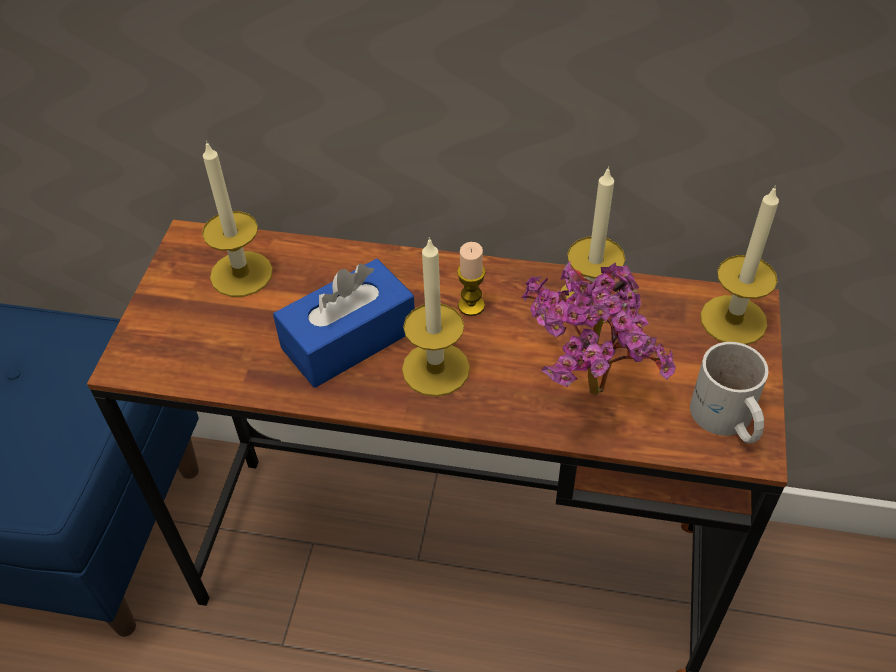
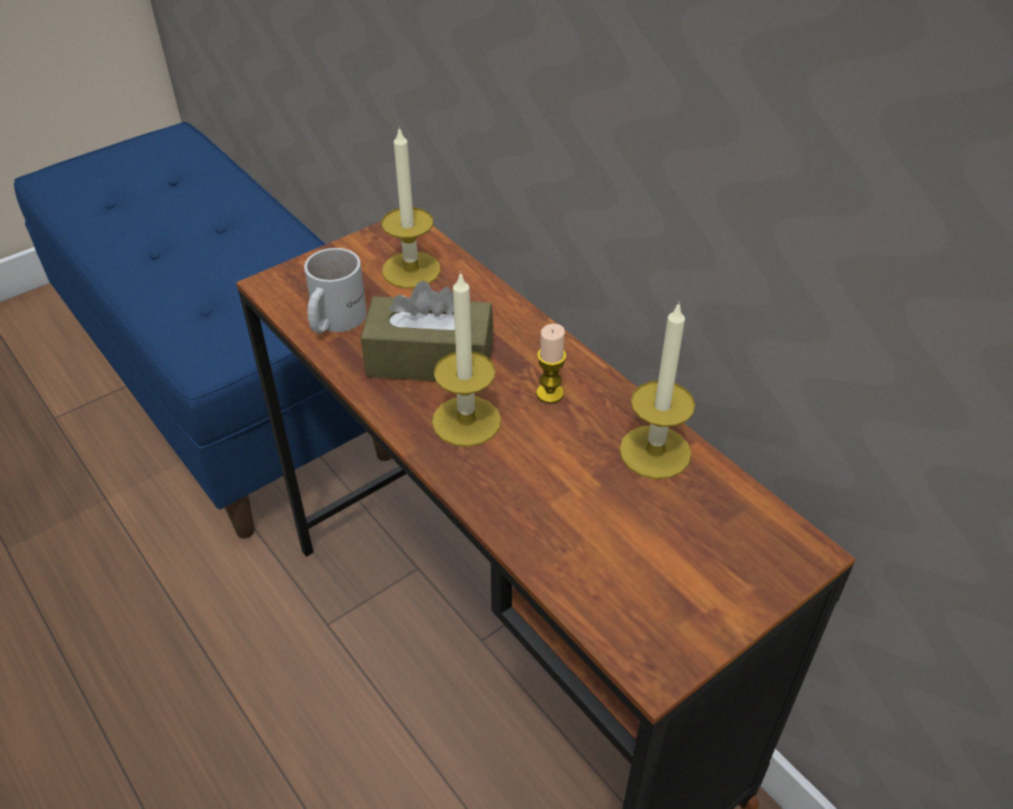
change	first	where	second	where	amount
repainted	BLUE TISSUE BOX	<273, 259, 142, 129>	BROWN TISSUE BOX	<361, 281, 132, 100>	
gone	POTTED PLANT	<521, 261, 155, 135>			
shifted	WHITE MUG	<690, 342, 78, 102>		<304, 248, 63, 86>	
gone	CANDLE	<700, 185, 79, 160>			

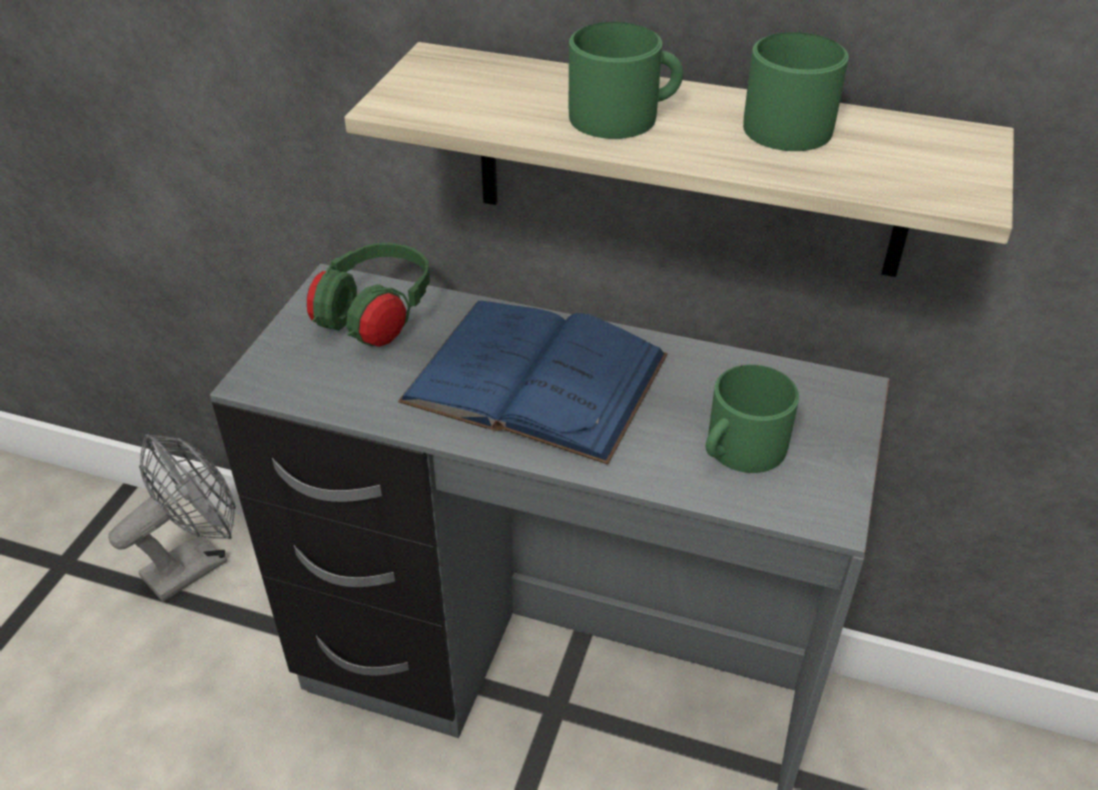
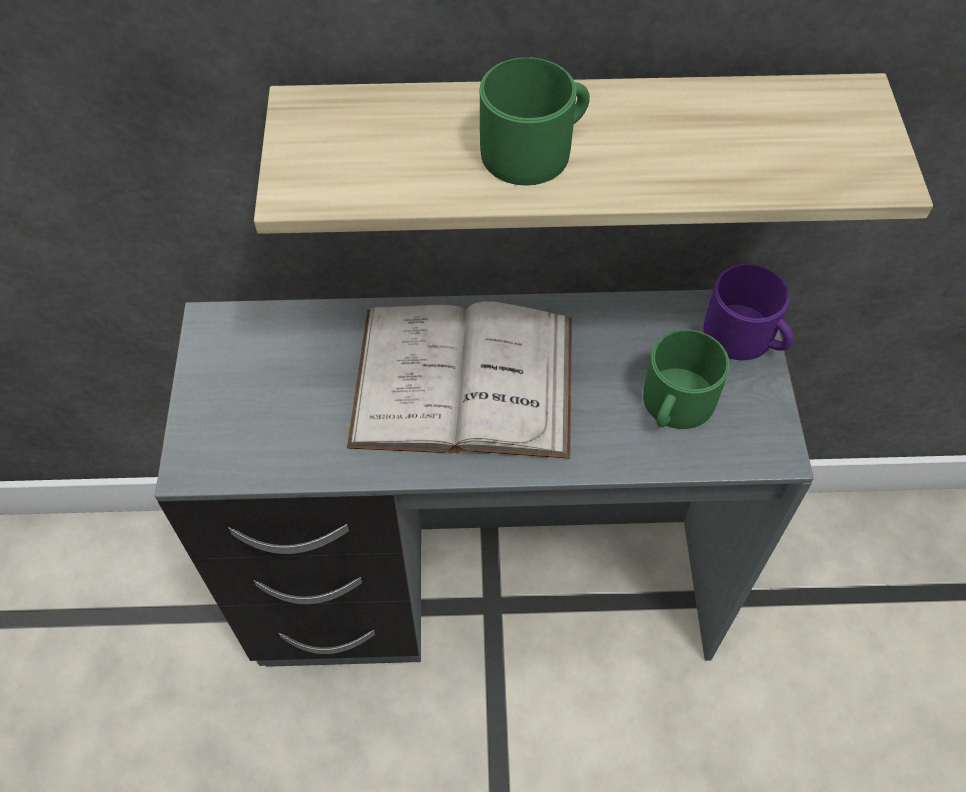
change	first	where	second	where	amount
gone	GREY FAN	<109, 434, 127, 168>			
gone	GREEN HEADPHONES	<307, 243, 123, 104>			
repainted	BLUE BOOK	<398, 300, 270, 165>	WHITE BOOK	<347, 301, 225, 158>	
gone	GREEN MUG	<743, 32, 106, 119>			
new			PURPLE MUG	<703, 264, 91, 96>	

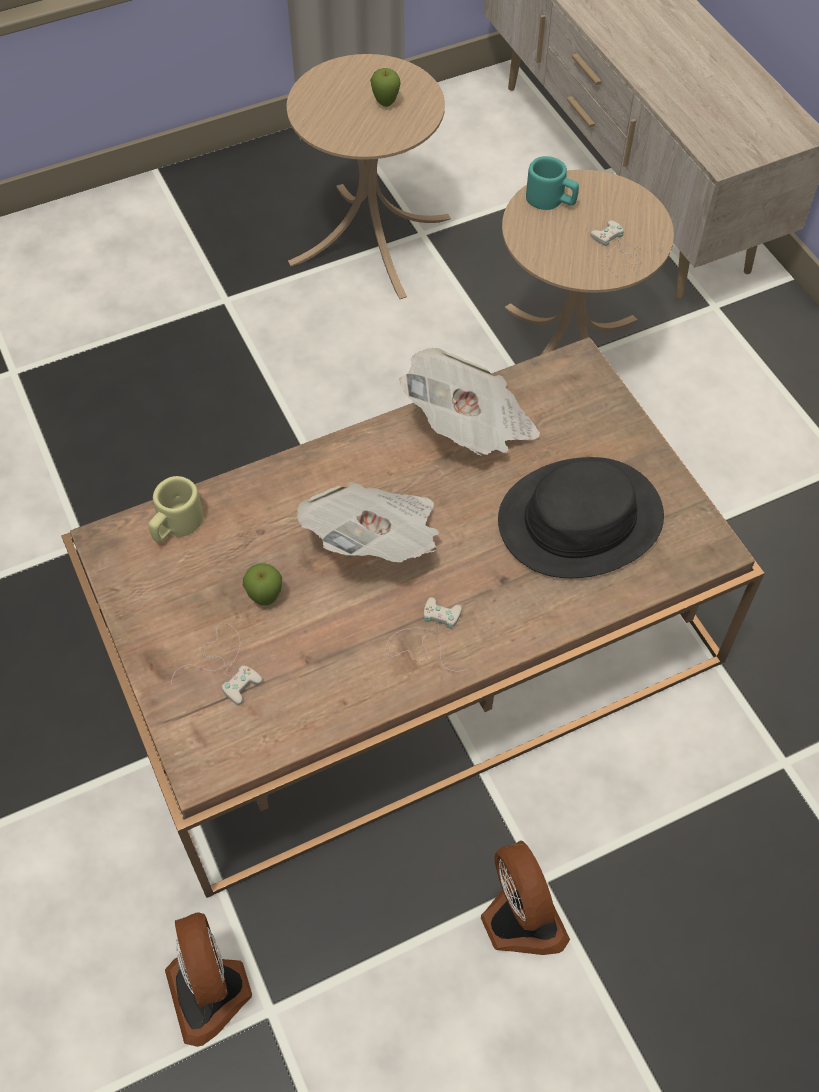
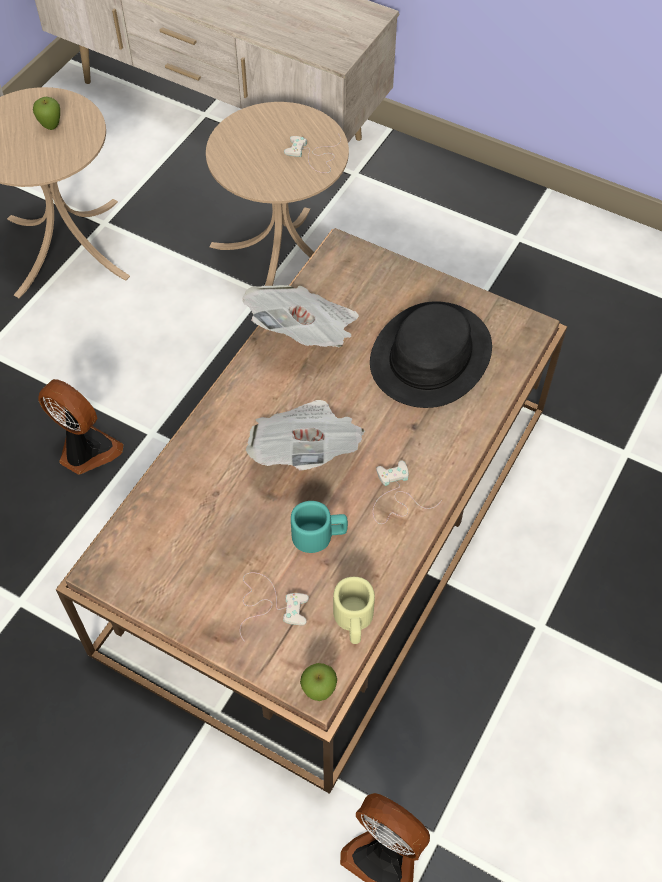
change	first	where	second	where	amount
shifted	BEIGE MUG	<148, 476, 56, 67>		<333, 577, 42, 67>	
shifted	APPLE	<243, 563, 39, 43>		<300, 663, 37, 38>	
shifted	FAN	<481, 840, 89, 115>		<38, 379, 86, 96>	
shifted	TURQUOISE MUG	<526, 156, 53, 54>		<291, 501, 57, 52>	

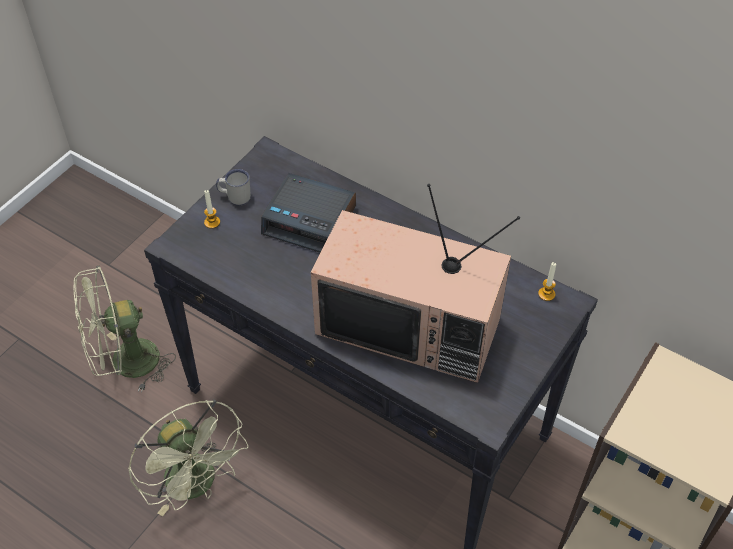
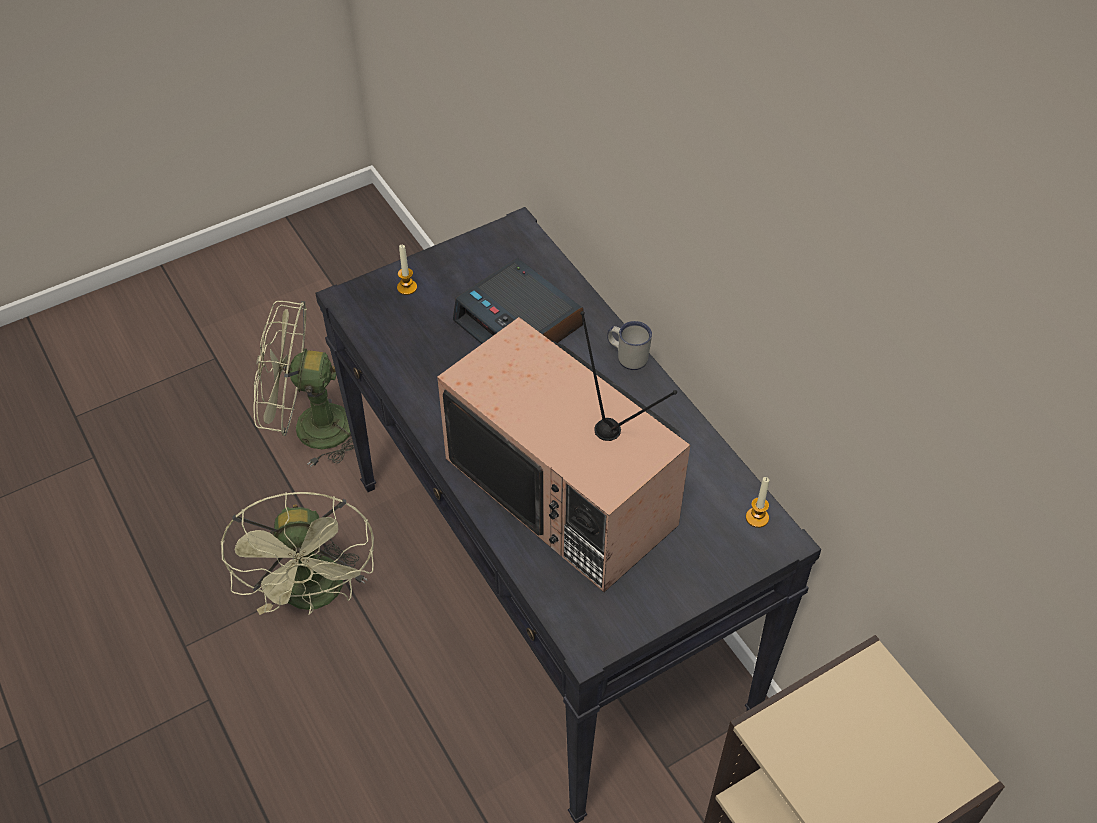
change	first	where	second	where	amount
shifted	WHITE MUG	<216, 169, 35, 37>		<607, 321, 45, 49>	

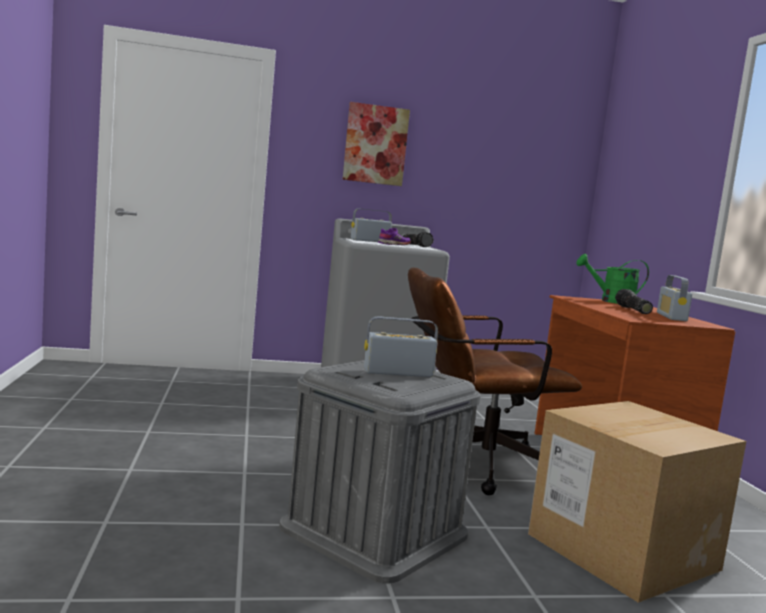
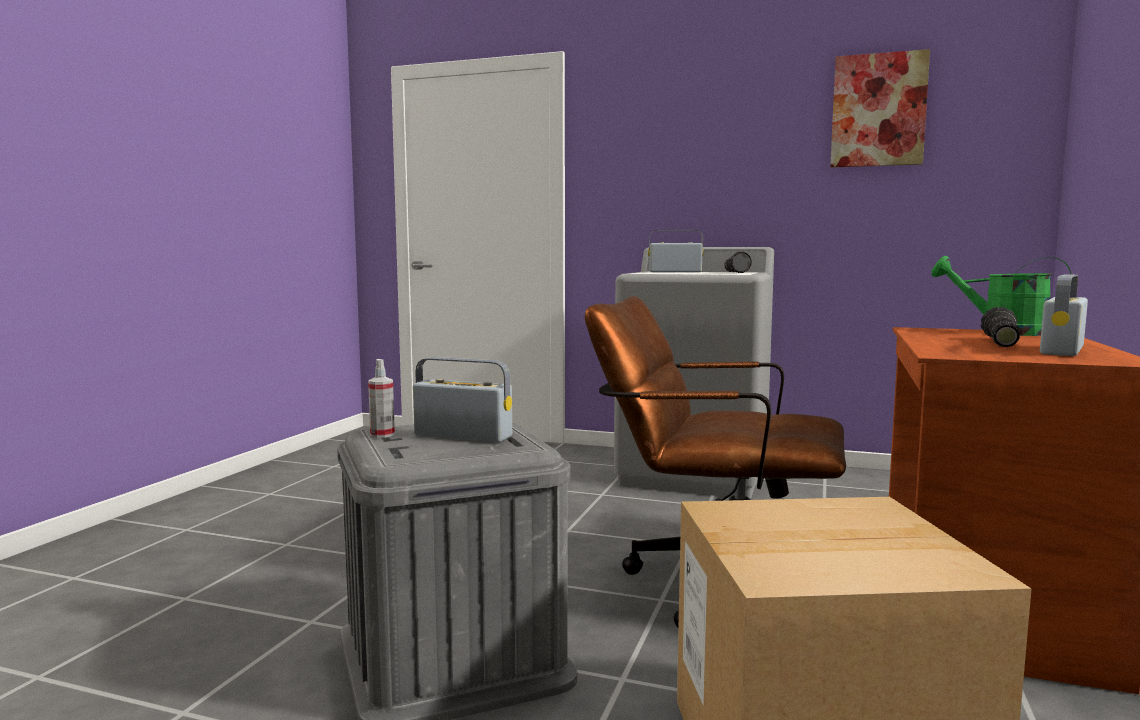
change	first	where	second	where	amount
shifted	PICTURE	<343, 102, 67, 84>		<830, 49, 100, 119>	
gone	PURPLE SHOE	<378, 228, 33, 17>			
new			SPRAY BOTTLE	<368, 359, 27, 79>	

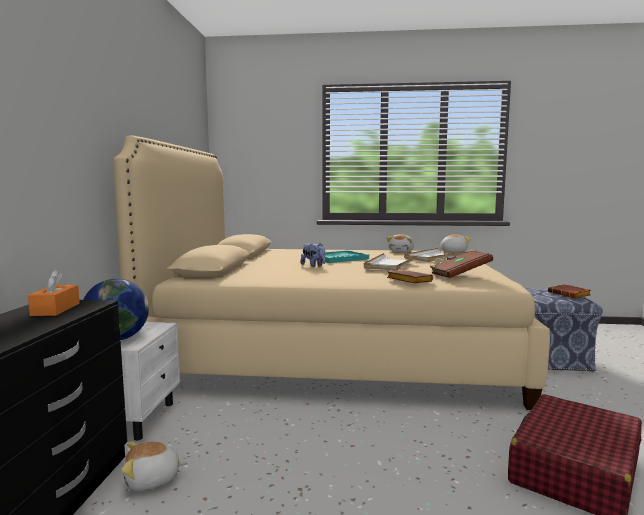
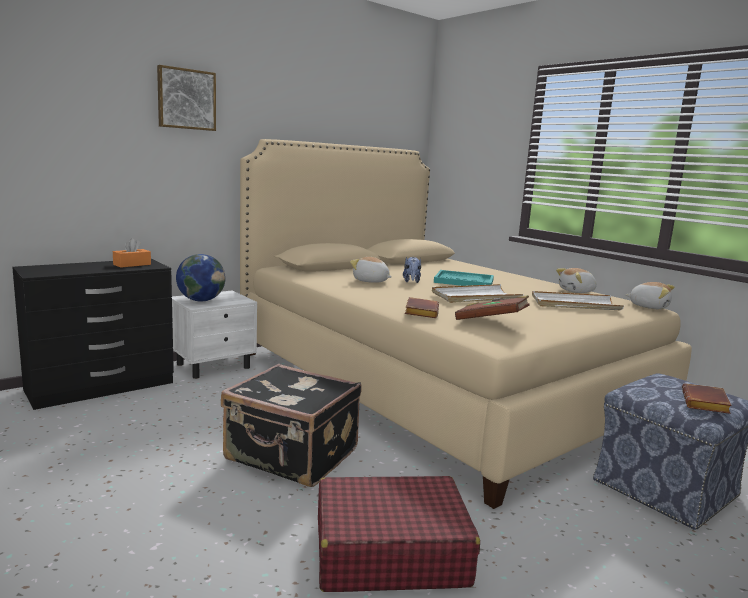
change	first	where	second	where	amount
shifted	PLUSH TOY	<121, 441, 66, 49>		<350, 257, 42, 26>	
new			PICTURE	<157, 65, 59, 66>	
new			BLACK SUITCASE	<221, 364, 141, 123>	

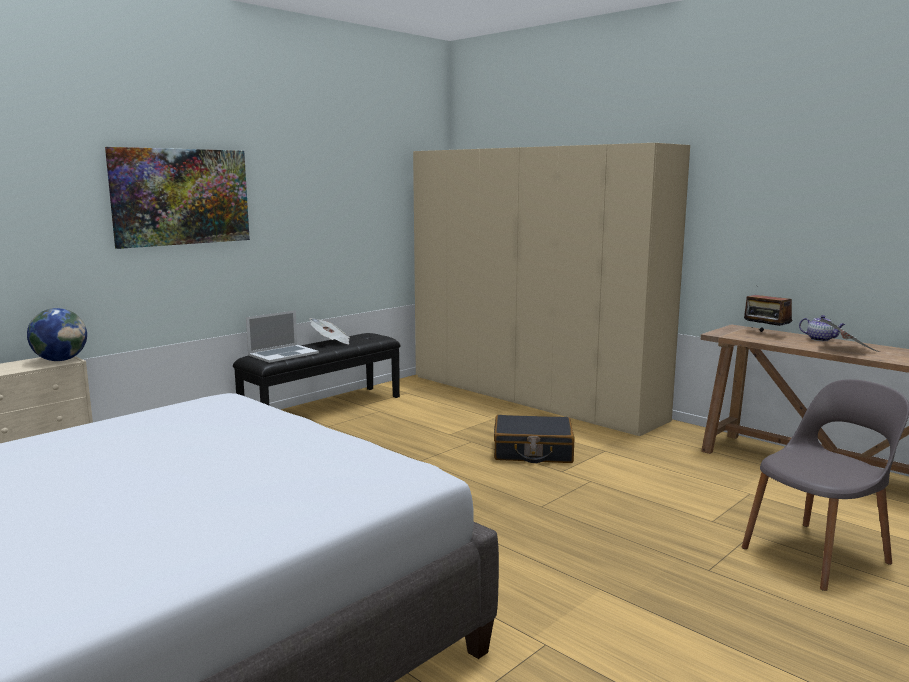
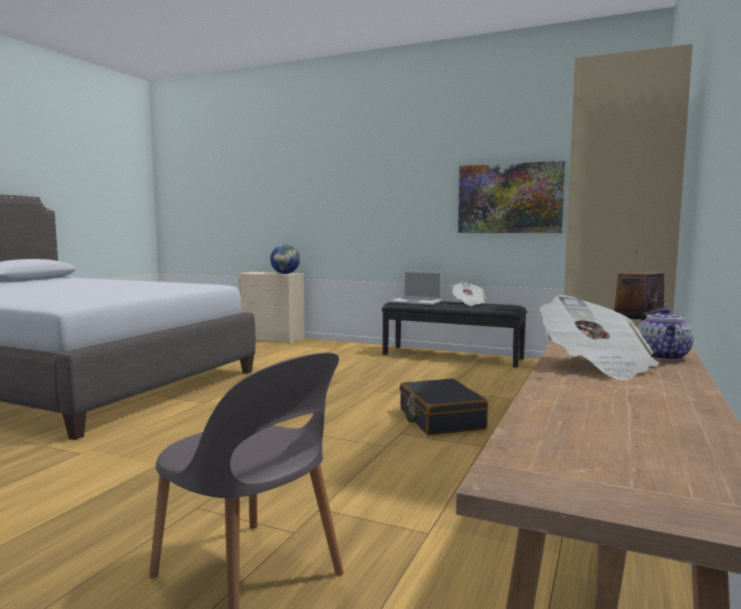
change	first	where	second	where	amount
shifted	PICTURE	<105, 147, 145, 102>		<458, 161, 107, 72>	

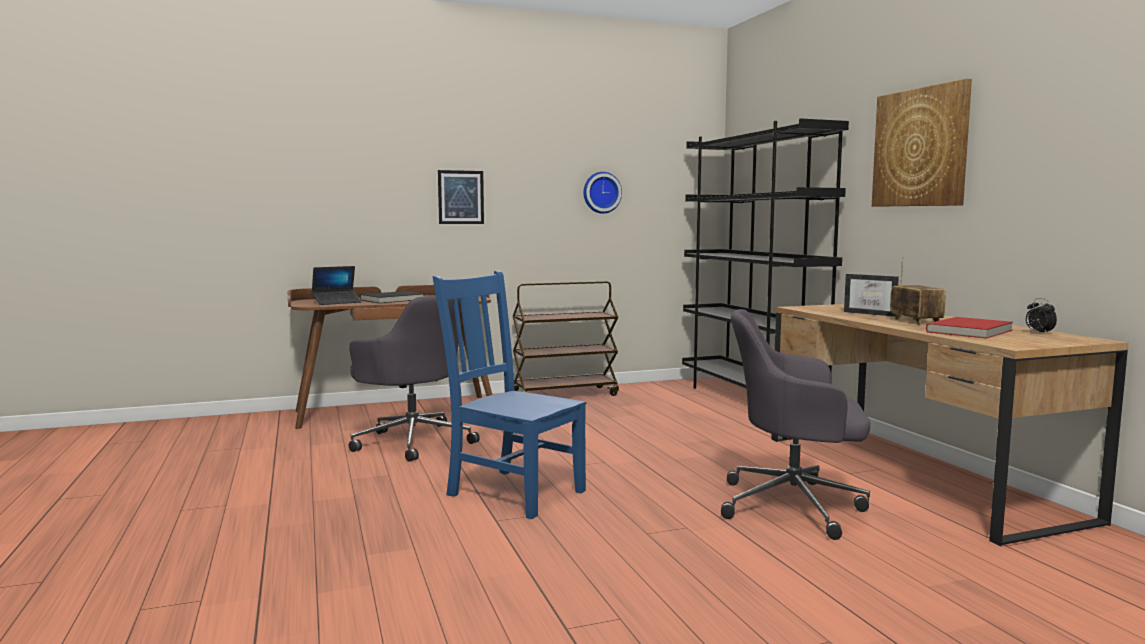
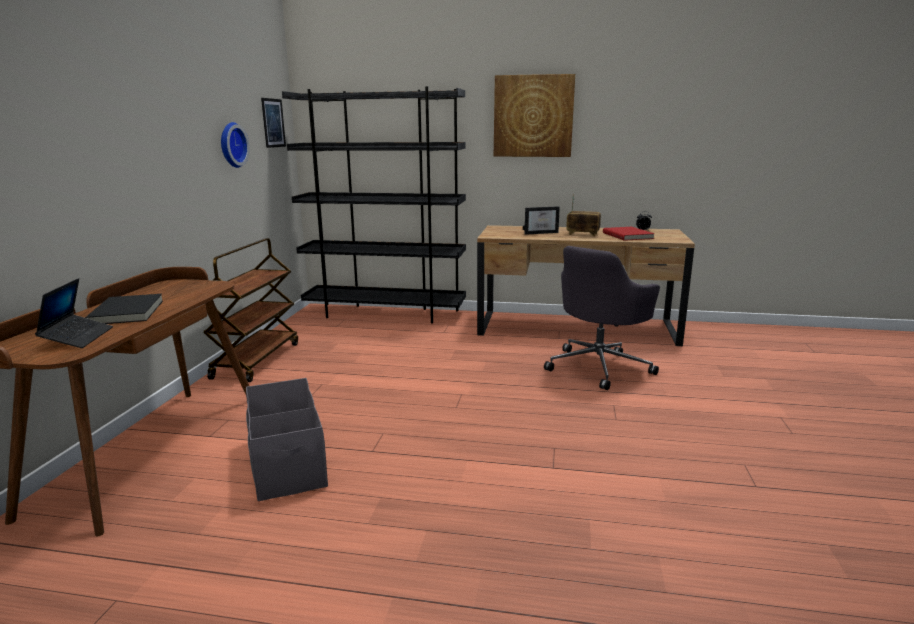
change	first	where	second	where	amount
swapped	GREY OFFICE CHAIR	<349, 295, 131, 167>	GREY STORAGE BOX	<246, 378, 82, 123>	
gone	BLUE CHAIR	<433, 270, 153, 249>			
shifted	PICTURE	<438, 170, 46, 54>		<261, 98, 25, 50>	

